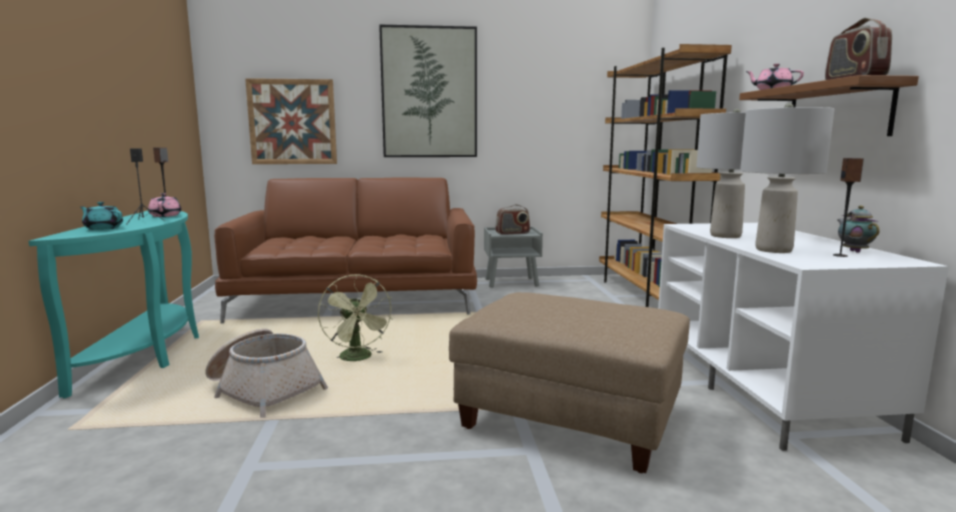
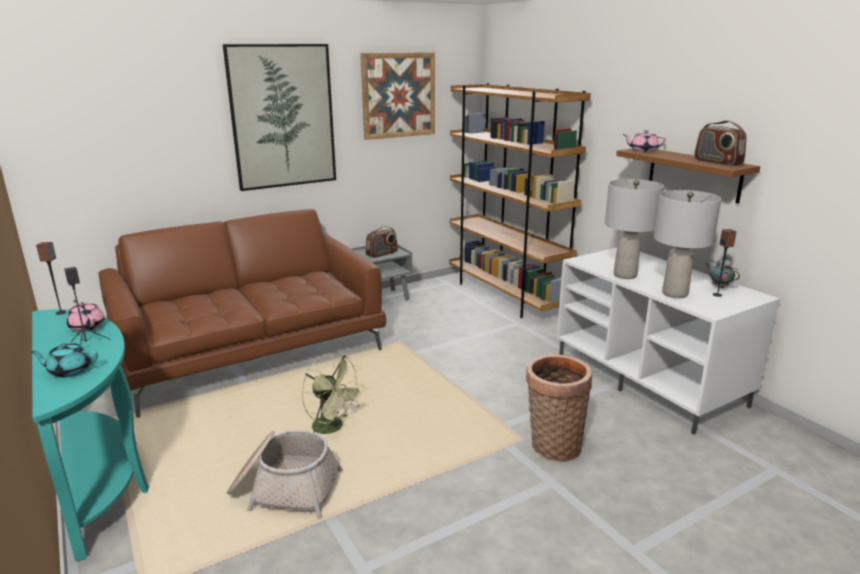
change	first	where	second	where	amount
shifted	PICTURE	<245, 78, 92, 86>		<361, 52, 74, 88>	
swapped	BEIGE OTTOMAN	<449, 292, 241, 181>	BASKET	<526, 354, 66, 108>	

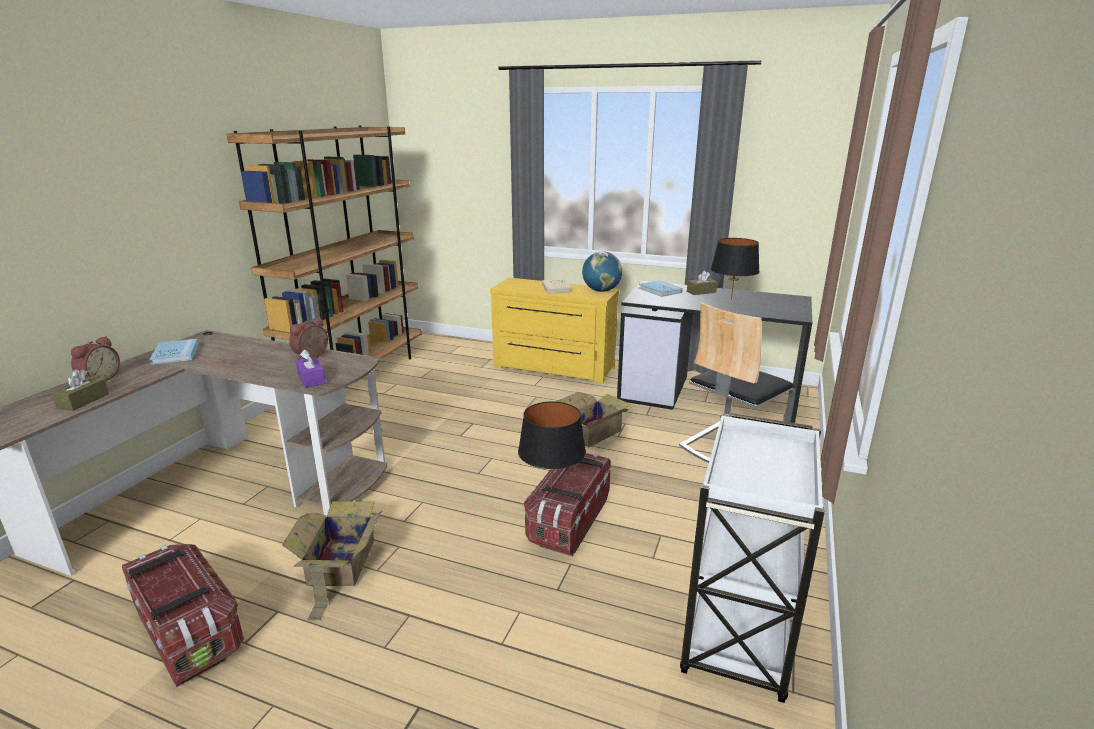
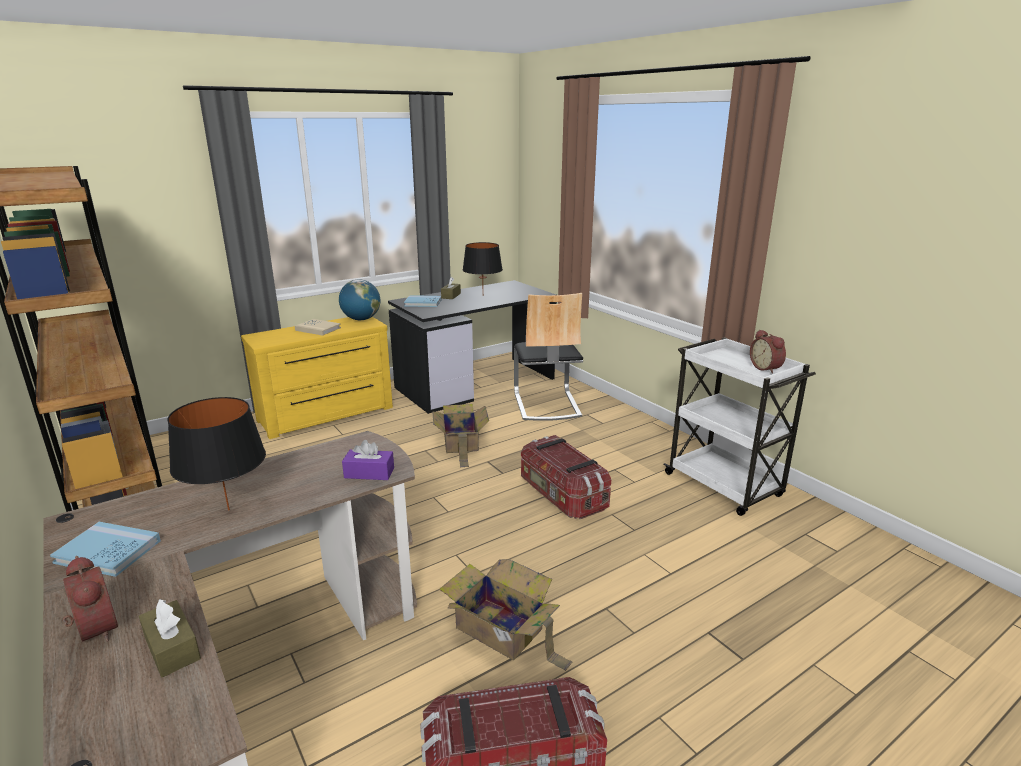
change	first	where	second	where	amount
shifted	ALARM CLOCK	<289, 317, 39, 43>		<750, 329, 36, 45>	
shifted	BLACK TABLE LAMP	<518, 401, 68, 88>		<167, 397, 99, 114>	

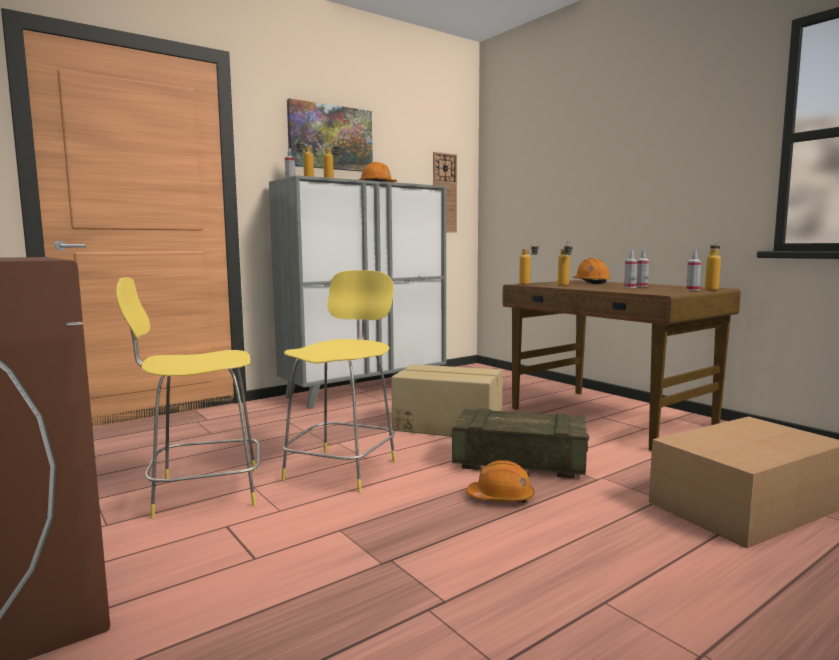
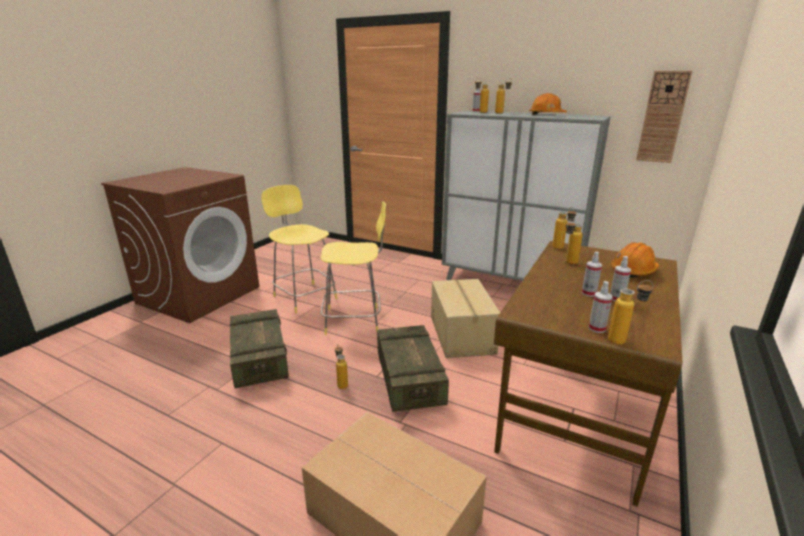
change	first	where	second	where	amount
gone	PICTURE	<287, 98, 86, 74>			
swapped	ORANGE HARD HAT	<466, 460, 68, 43>	BOTTLE	<335, 344, 13, 45>	
new			CRATE	<230, 309, 59, 79>	

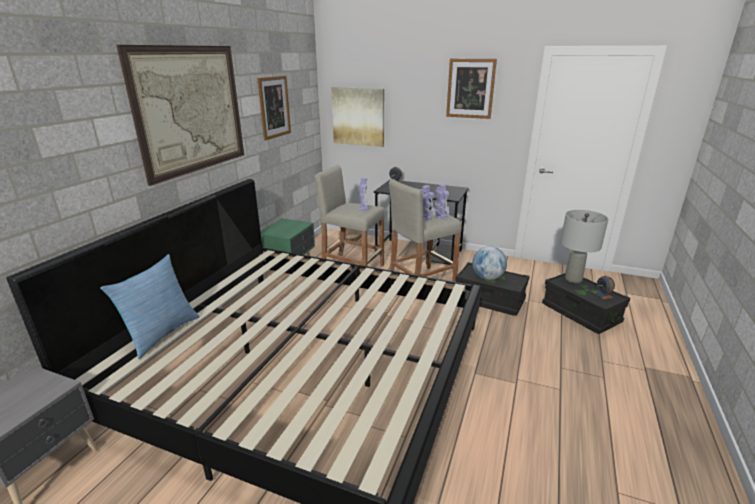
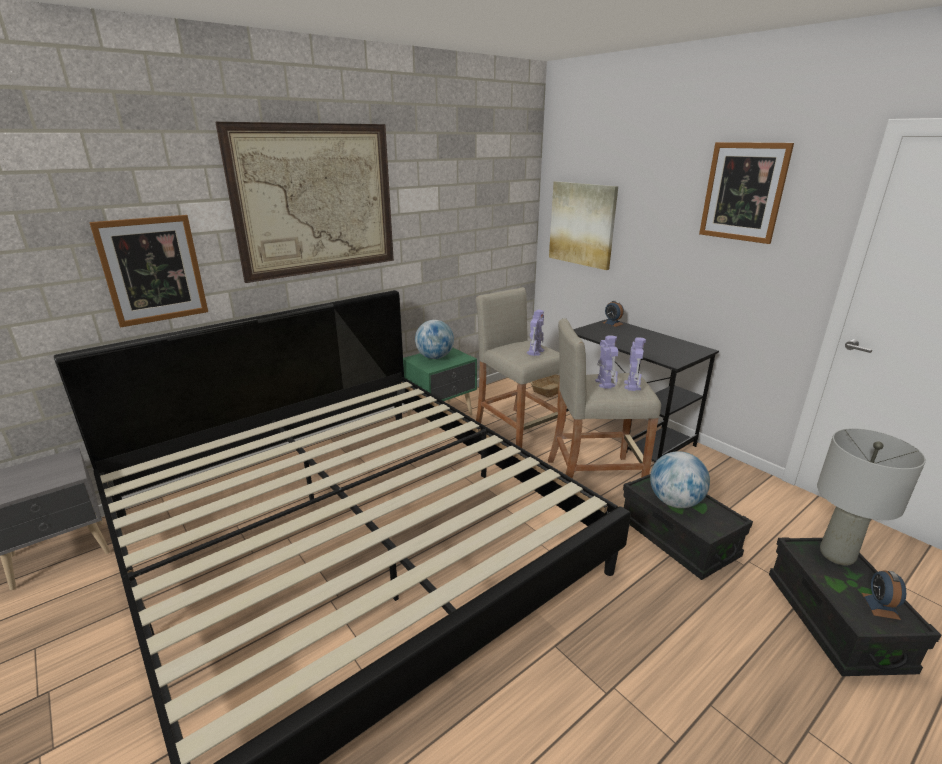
change	first	where	second	where	amount
gone	PILLOW	<100, 254, 100, 105>			
shifted	PICTURE	<257, 76, 34, 64>		<89, 215, 119, 113>	
new			GLOBE	<415, 320, 39, 39>	

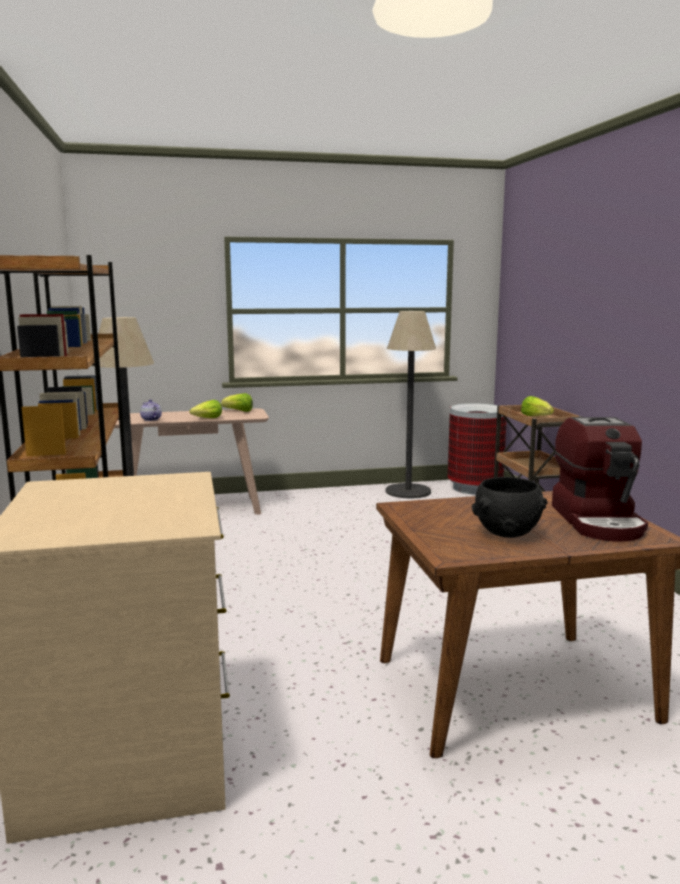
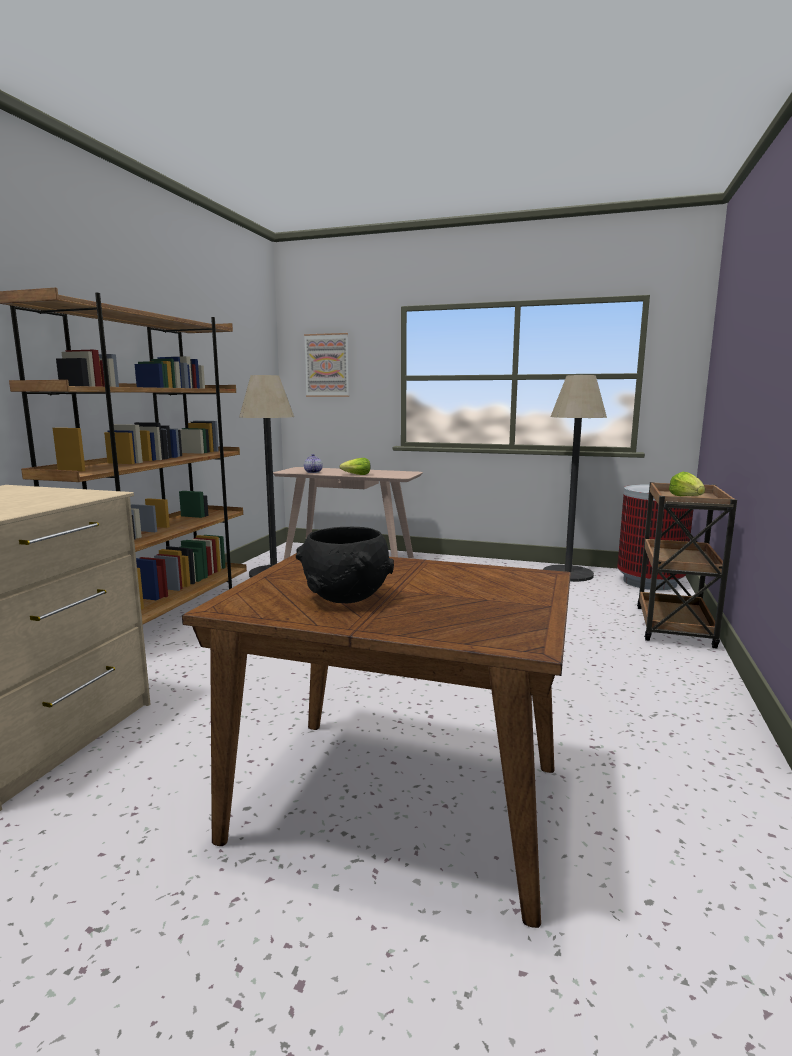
change	first	where	second	where	amount
gone	LETTUCE	<221, 393, 32, 19>			
gone	COFFEE MACHINE	<552, 417, 96, 125>			
new			PICTURE	<304, 333, 45, 64>	

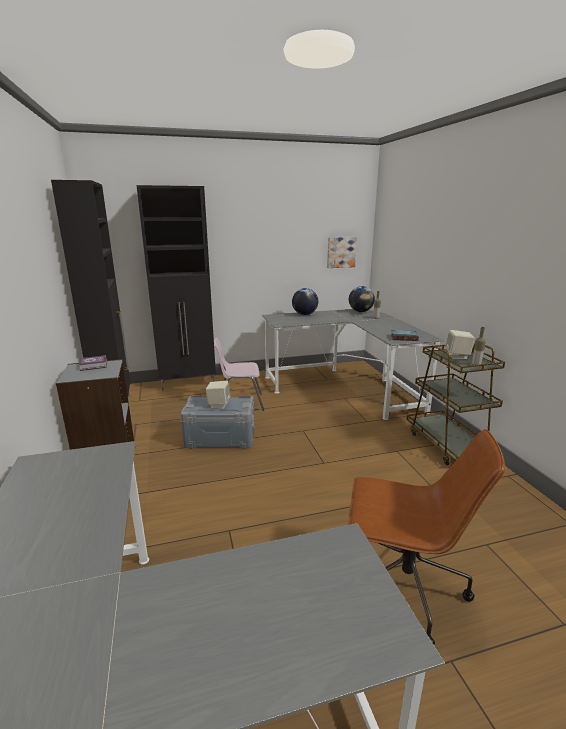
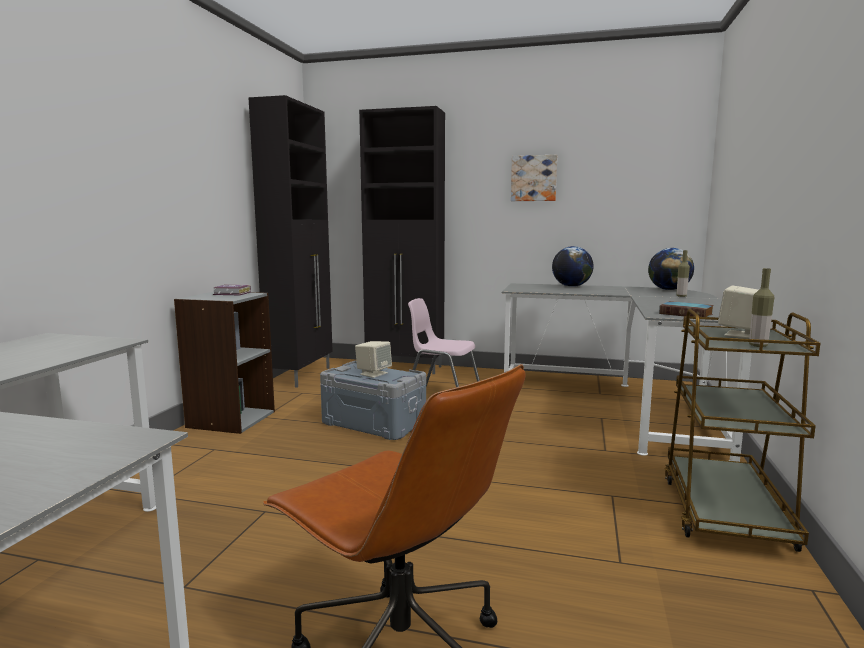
change	first	where	second	where	amount
shifted	PICTURE	<327, 237, 30, 31>		<511, 155, 46, 46>	

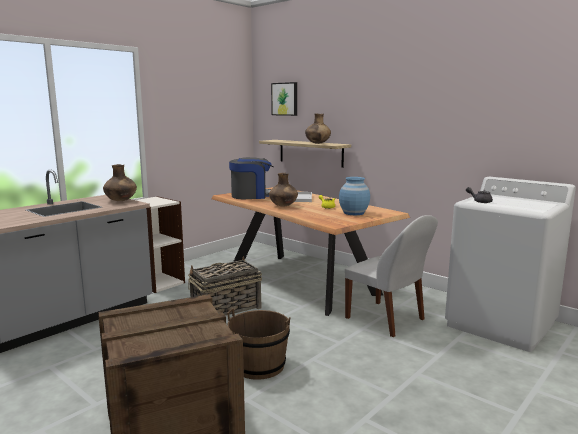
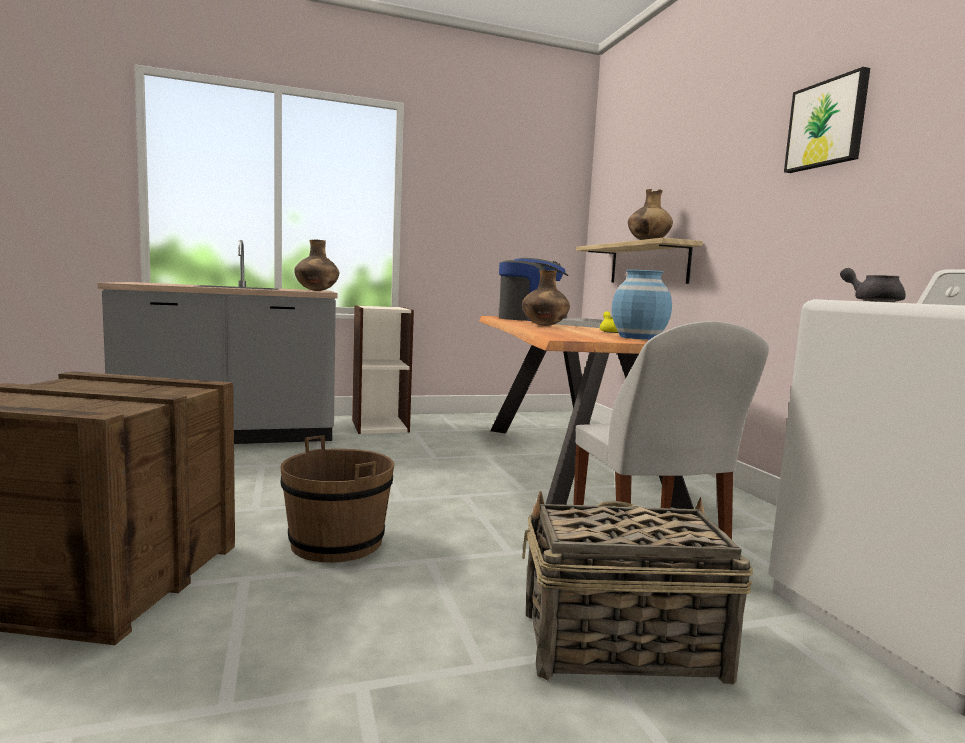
change	first	where	second	where	amount
shifted	BASKET	<188, 256, 74, 60>		<522, 491, 231, 194>	
shifted	PICTURE	<271, 82, 26, 34>		<784, 67, 86, 106>	

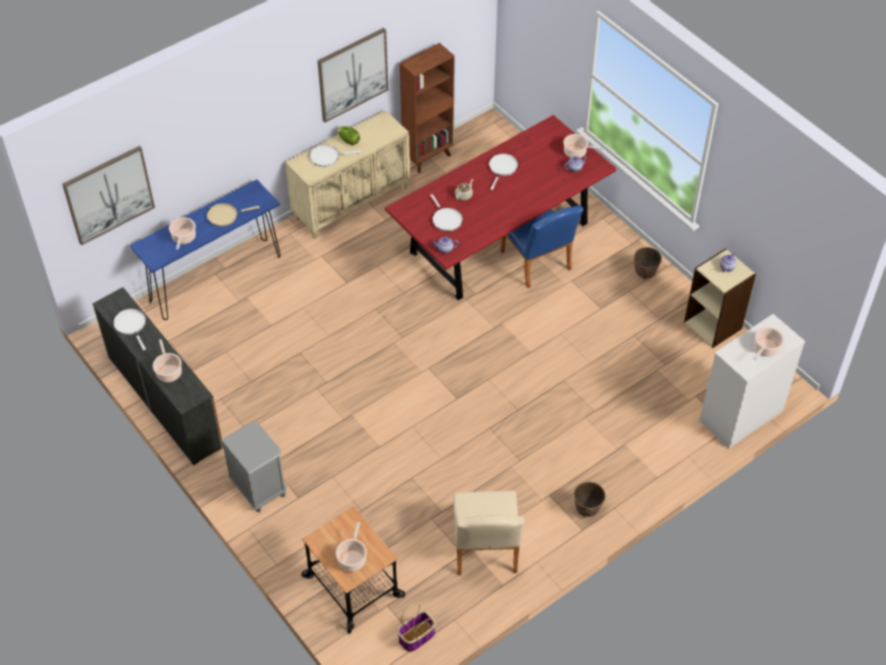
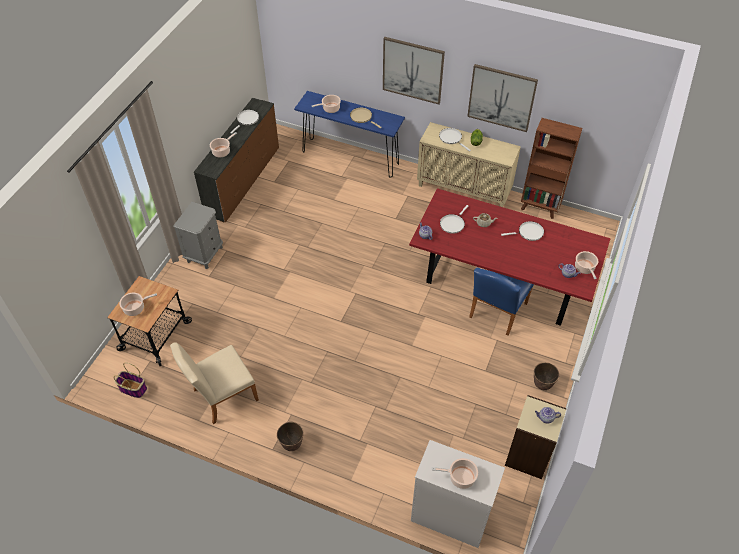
change	first	where	second	where	amount
shifted	PICTURE	<62, 146, 93, 99>		<383, 37, 62, 67>	

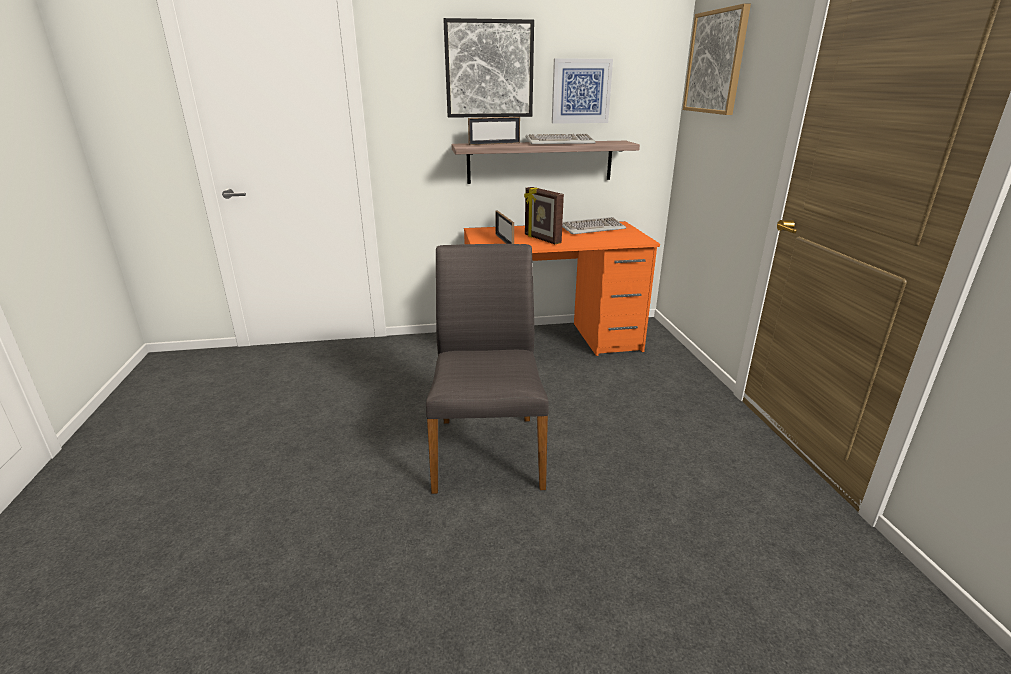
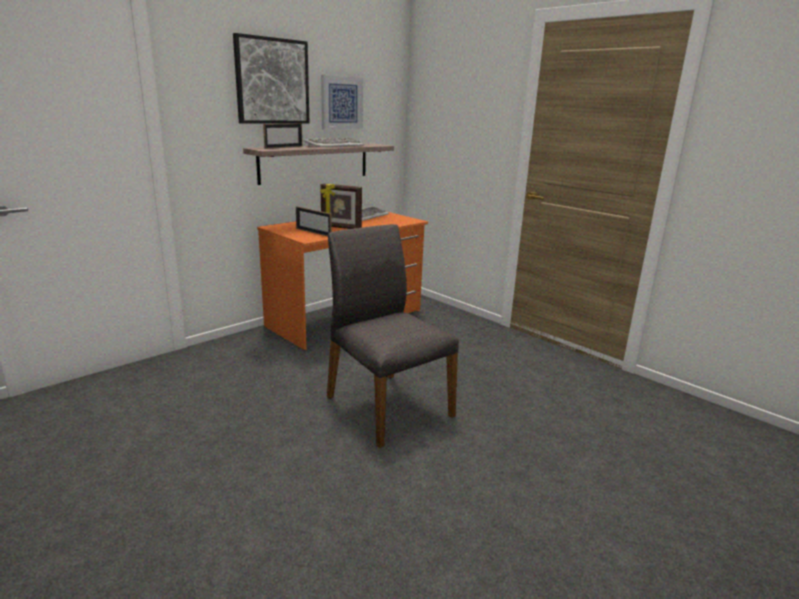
change	first	where	second	where	amount
gone	PICTURE	<683, 3, 68, 112>			

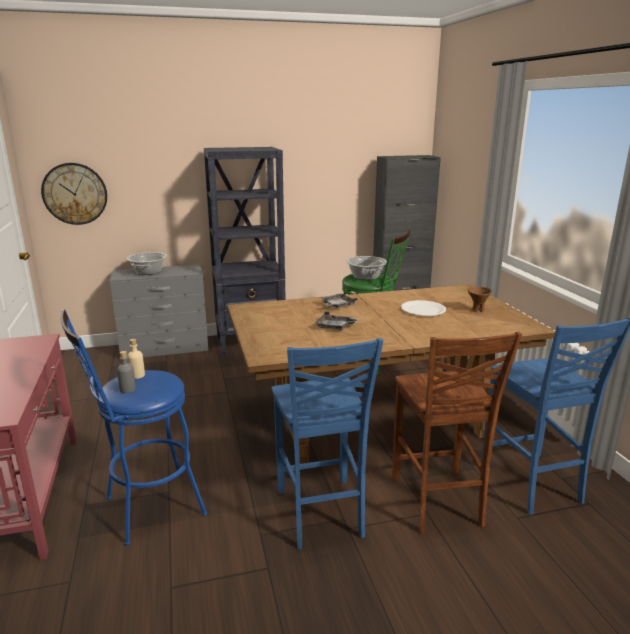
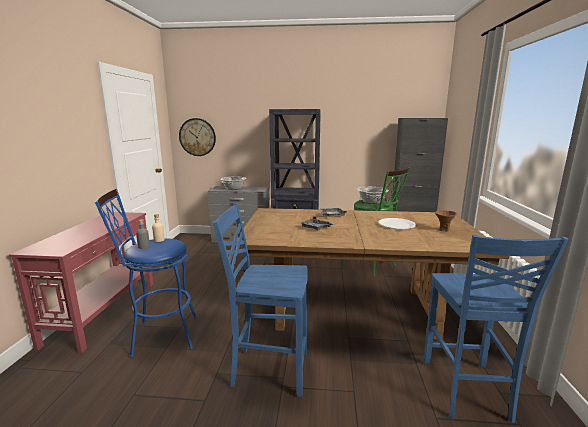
change	first	where	second	where	amount
rotated	BLUE CHAIR	<272, 338, 111, 211>		<213, 203, 95, 194>	90 degrees clockwise
gone	BROWN CHAIR	<392, 332, 130, 202>			

